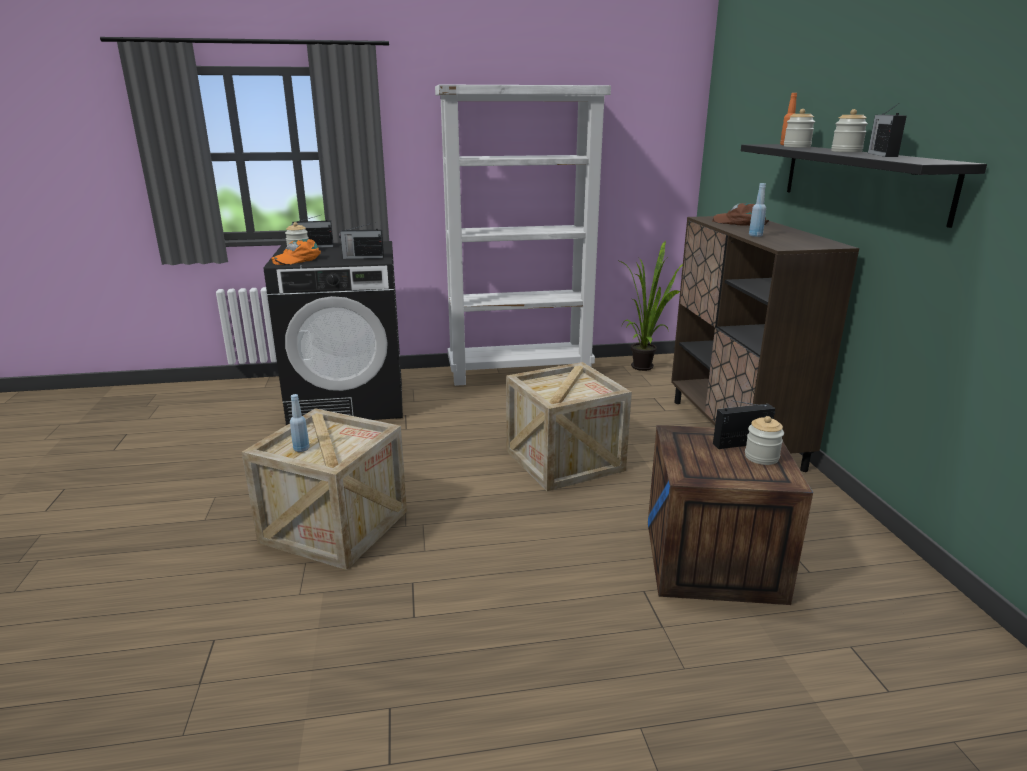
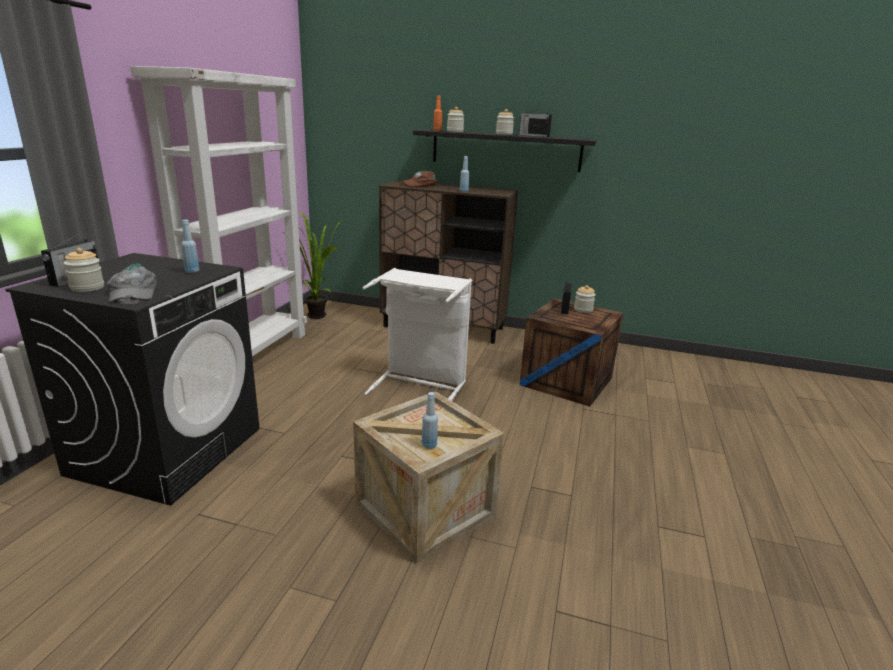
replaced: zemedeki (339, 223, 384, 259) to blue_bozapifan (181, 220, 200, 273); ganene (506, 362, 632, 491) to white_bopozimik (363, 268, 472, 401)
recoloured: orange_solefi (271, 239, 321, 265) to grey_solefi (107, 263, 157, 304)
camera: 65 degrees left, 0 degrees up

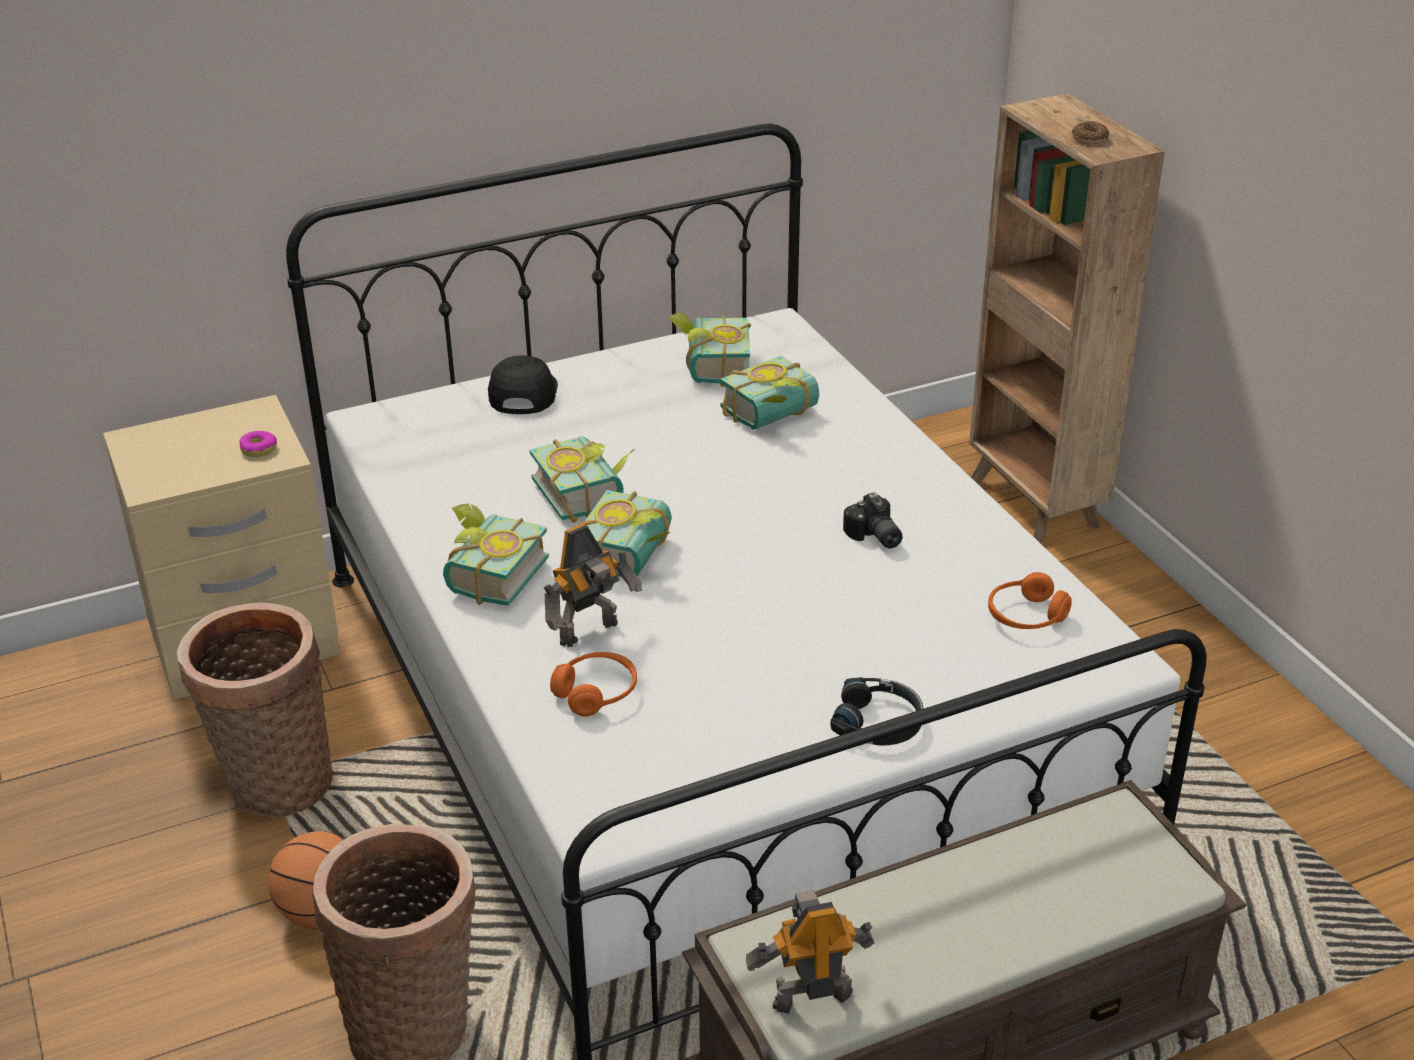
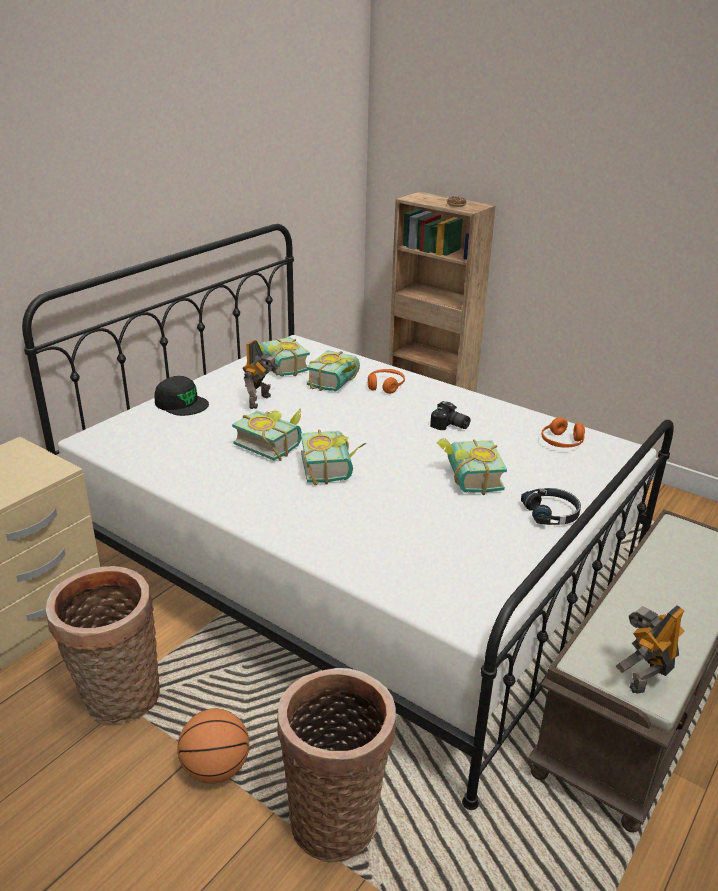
removed: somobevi (239, 431, 277, 457)
moved: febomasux (544, 523, 642, 647) to (242, 340, 282, 409); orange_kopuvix (550, 652, 637, 716) to (368, 369, 405, 394); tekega (443, 503, 549, 606) to (437, 438, 507, 495)
turned: black_solefi (488, 355, 558, 414) = (154, 376, 209, 416) 150 degrees clockwise
camera: 30 degrees left, 5 degrees down

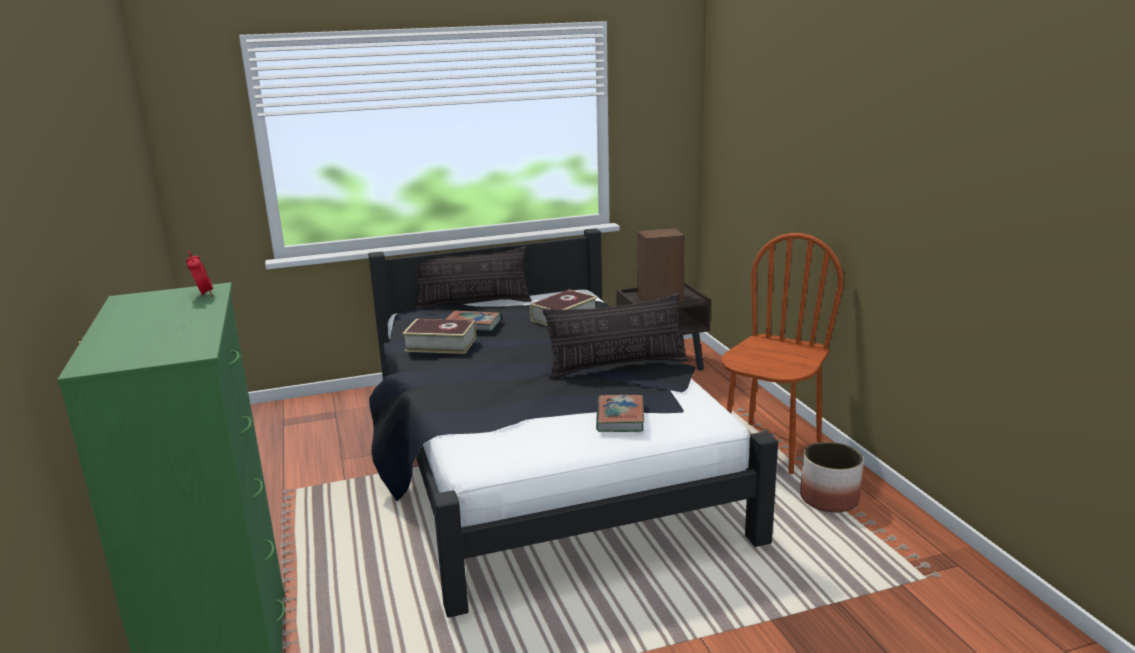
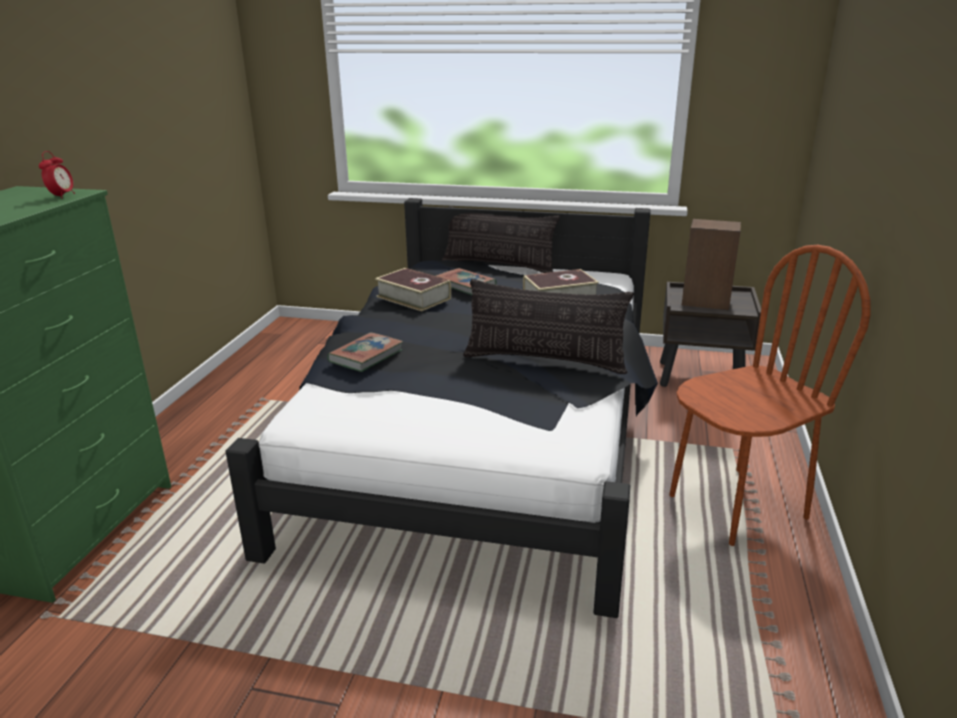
removed: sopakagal (800, 442, 863, 512)
moved: tekega (596, 395, 644, 432) to (327, 332, 403, 372)
camera: 30 degrees right, 5 degrees up

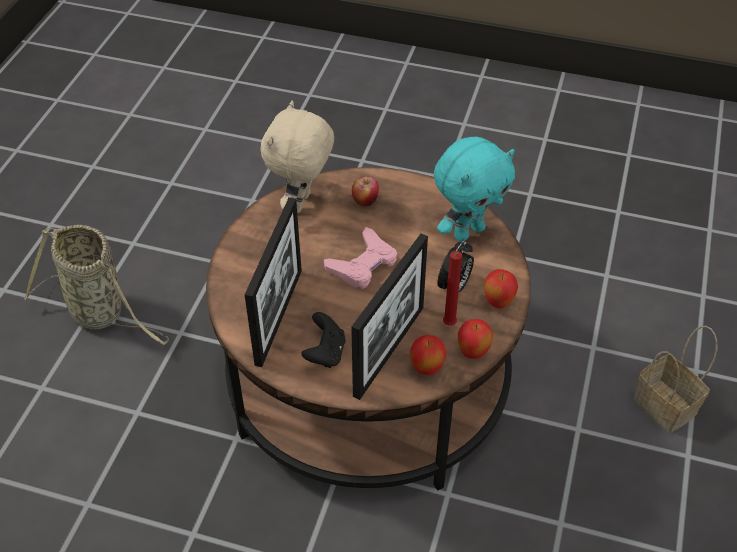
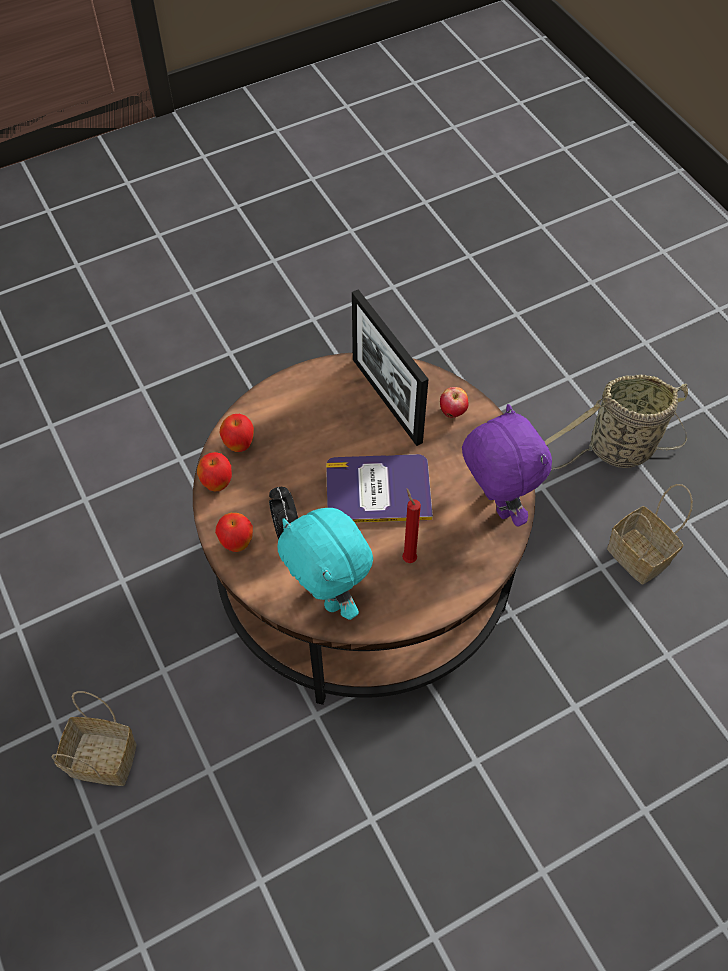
removed: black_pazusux (302, 312, 346, 368); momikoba (351, 234, 428, 400)
added: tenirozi (607, 484, 693, 584)
moved: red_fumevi (443, 251, 462, 326) to (402, 488, 421, 563); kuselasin (352, 176, 379, 207) to (440, 387, 469, 418)
replaced: pink_pazusux (324, 227, 397, 289) to tekega (326, 454, 433, 523)
recoloured: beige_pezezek (260, 101, 334, 213) to purple_pezezek (462, 404, 552, 527)
turned: turquoise_pezezek (434, 137, 515, 242) = (278, 508, 373, 620) 45 degrees counterclockwise
camera: 135 degrees right, 10 degrees up

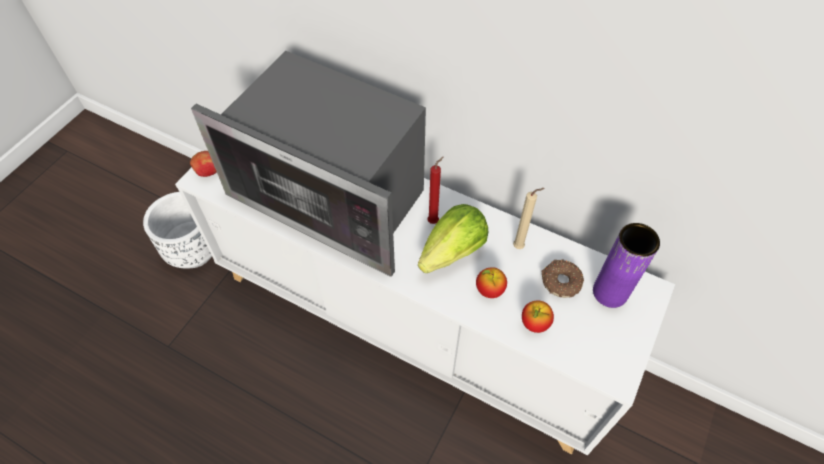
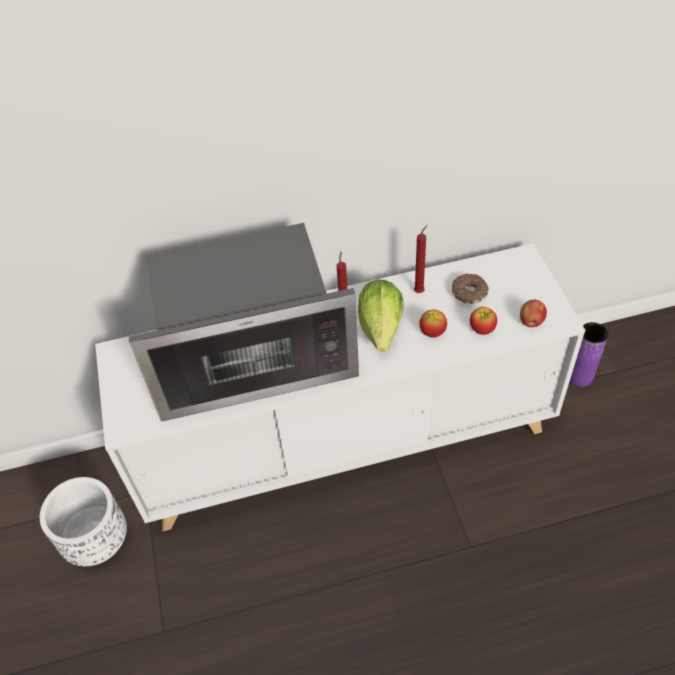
moved: kuselasin (190, 151, 217, 177) to (520, 300, 547, 327); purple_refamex (593, 223, 660, 308) to (570, 322, 608, 387)
recoloured: beige_fumevi (513, 188, 545, 249) to red_fumevi (414, 225, 428, 293)
camera: 40 degrees left, 5 degrees down

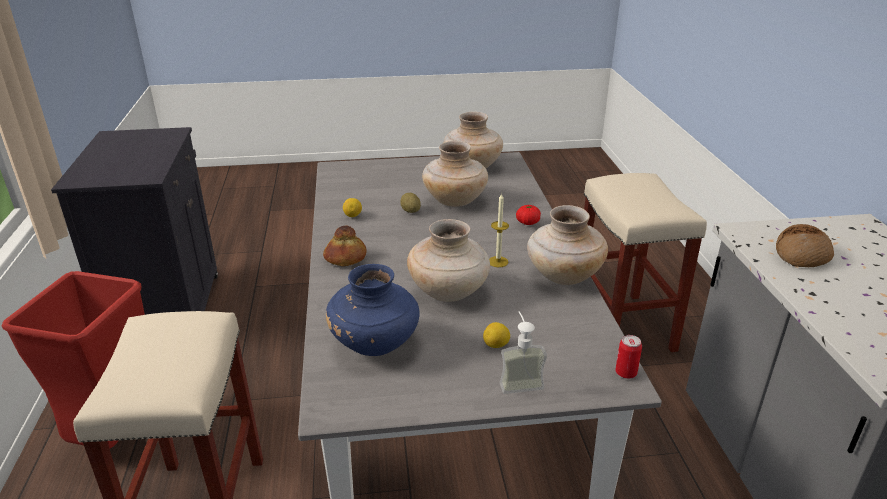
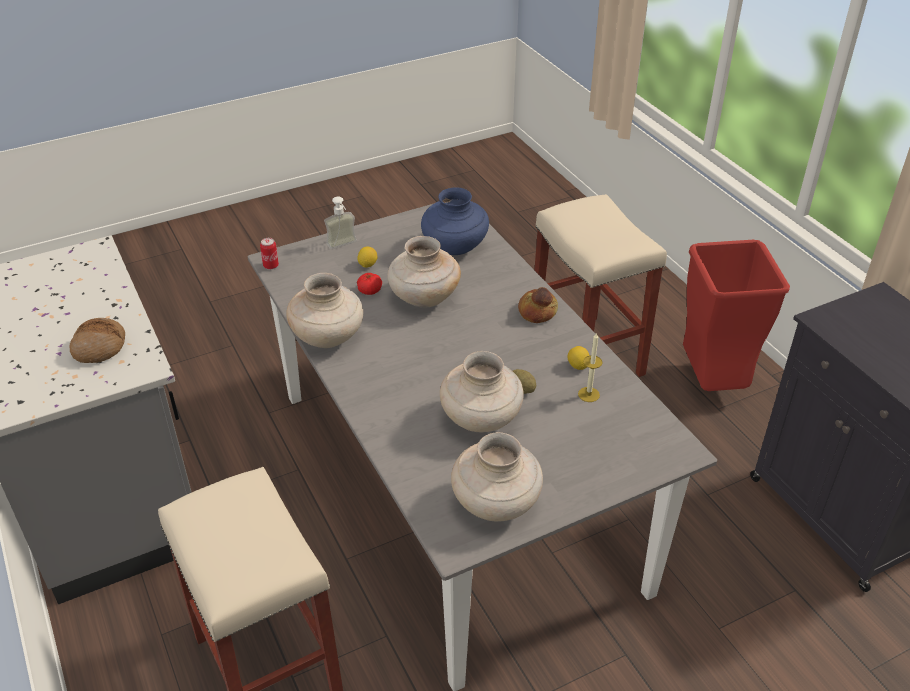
moved: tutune (516, 205, 541, 225) to (357, 273, 382, 295); fumevi (489, 193, 509, 267) to (578, 332, 603, 402)
camera: 160 degrees right, 10 degrees up

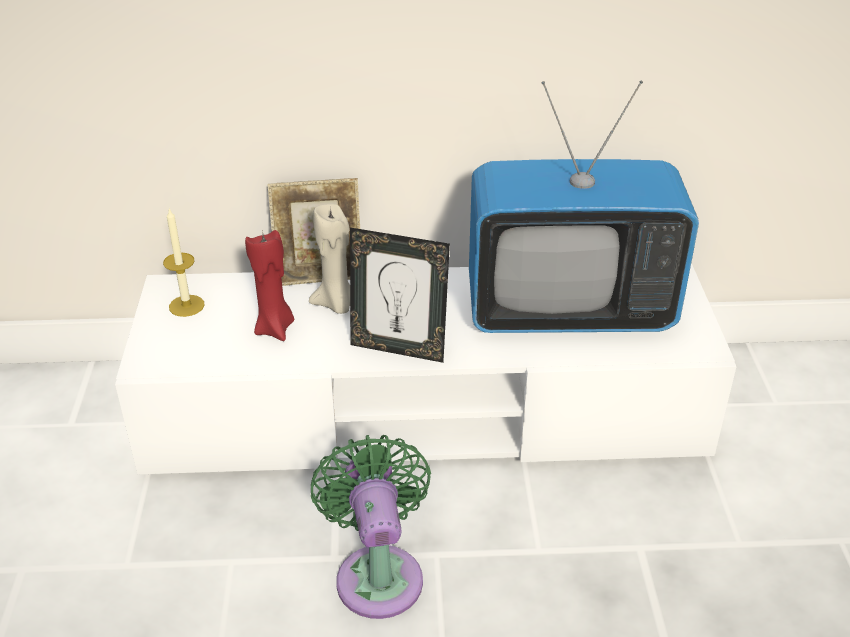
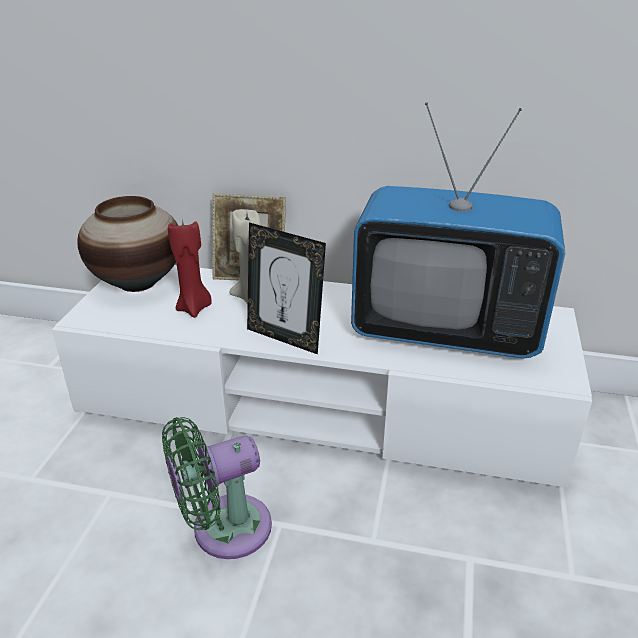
replaced: fumevi (163, 208, 205, 317) to refamex (77, 196, 178, 292)
turned: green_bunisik (311, 435, 431, 619) = (162, 417, 272, 559) 120 degrees counterclockwise
camera: 15 degrees right, 5 degrees down

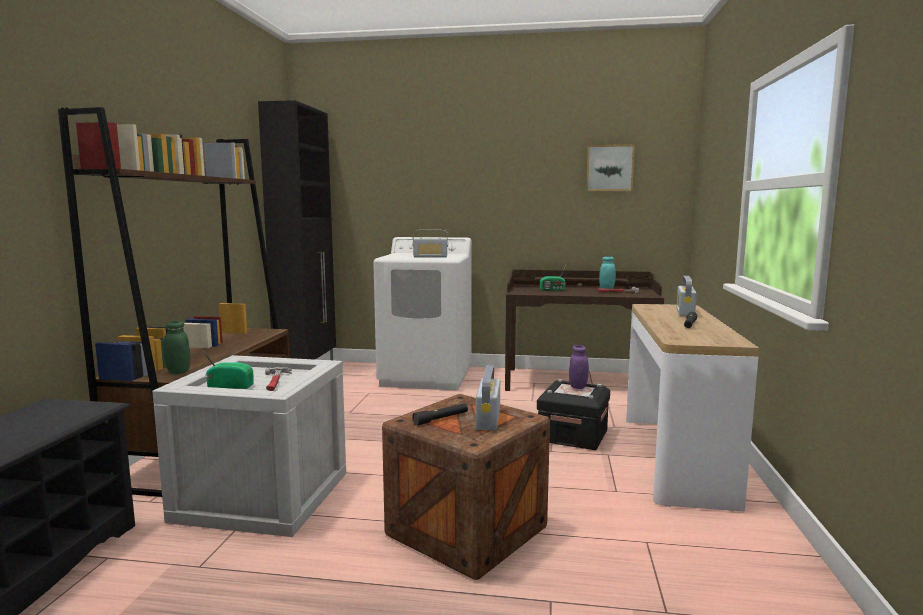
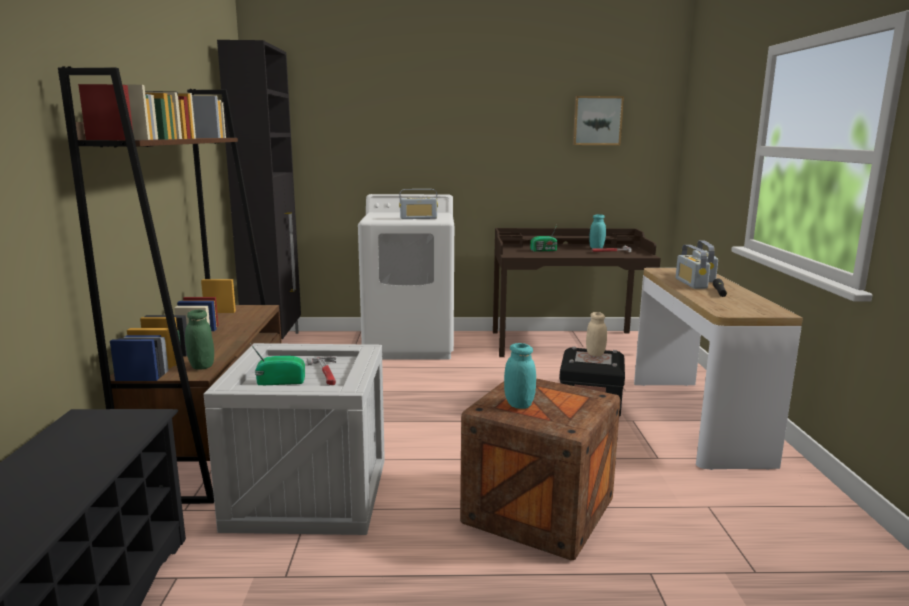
moved: zemedeki (476, 365, 500, 431) to (676, 245, 710, 289)
replaced: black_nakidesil (412, 403, 468, 426) to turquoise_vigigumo (504, 343, 536, 409)
recoloured: purple_vigigumo (569, 345, 589, 389) to beige_vigigumo (586, 312, 607, 356)
camera: 10 degrees left, 5 degrees up

